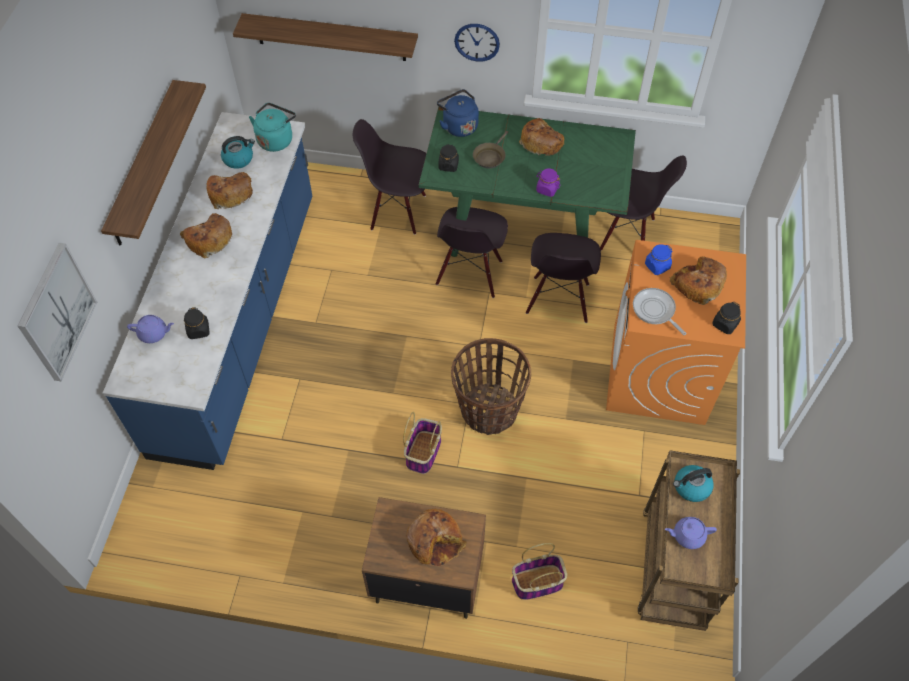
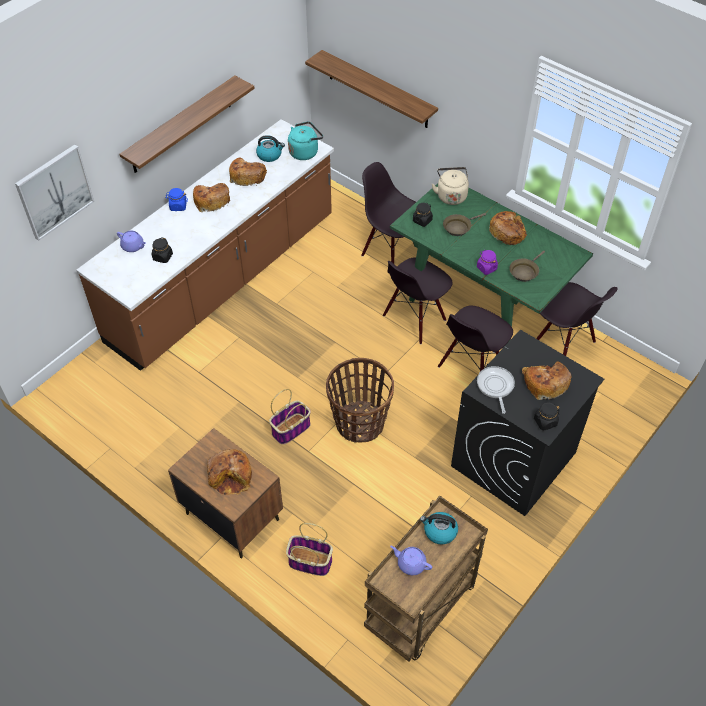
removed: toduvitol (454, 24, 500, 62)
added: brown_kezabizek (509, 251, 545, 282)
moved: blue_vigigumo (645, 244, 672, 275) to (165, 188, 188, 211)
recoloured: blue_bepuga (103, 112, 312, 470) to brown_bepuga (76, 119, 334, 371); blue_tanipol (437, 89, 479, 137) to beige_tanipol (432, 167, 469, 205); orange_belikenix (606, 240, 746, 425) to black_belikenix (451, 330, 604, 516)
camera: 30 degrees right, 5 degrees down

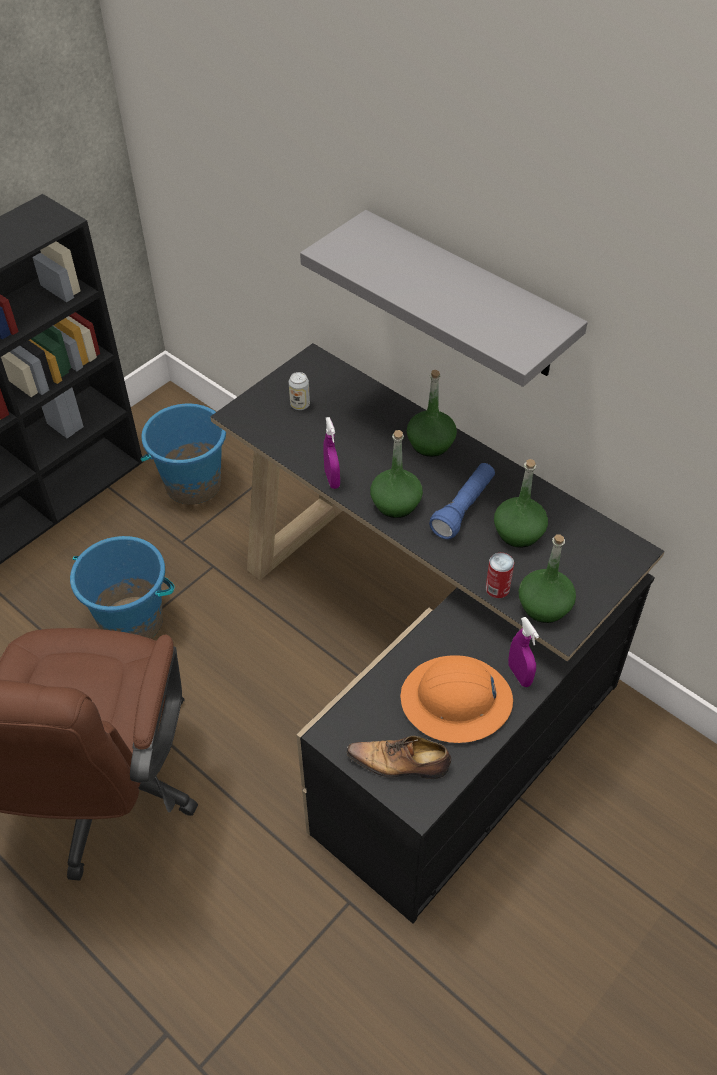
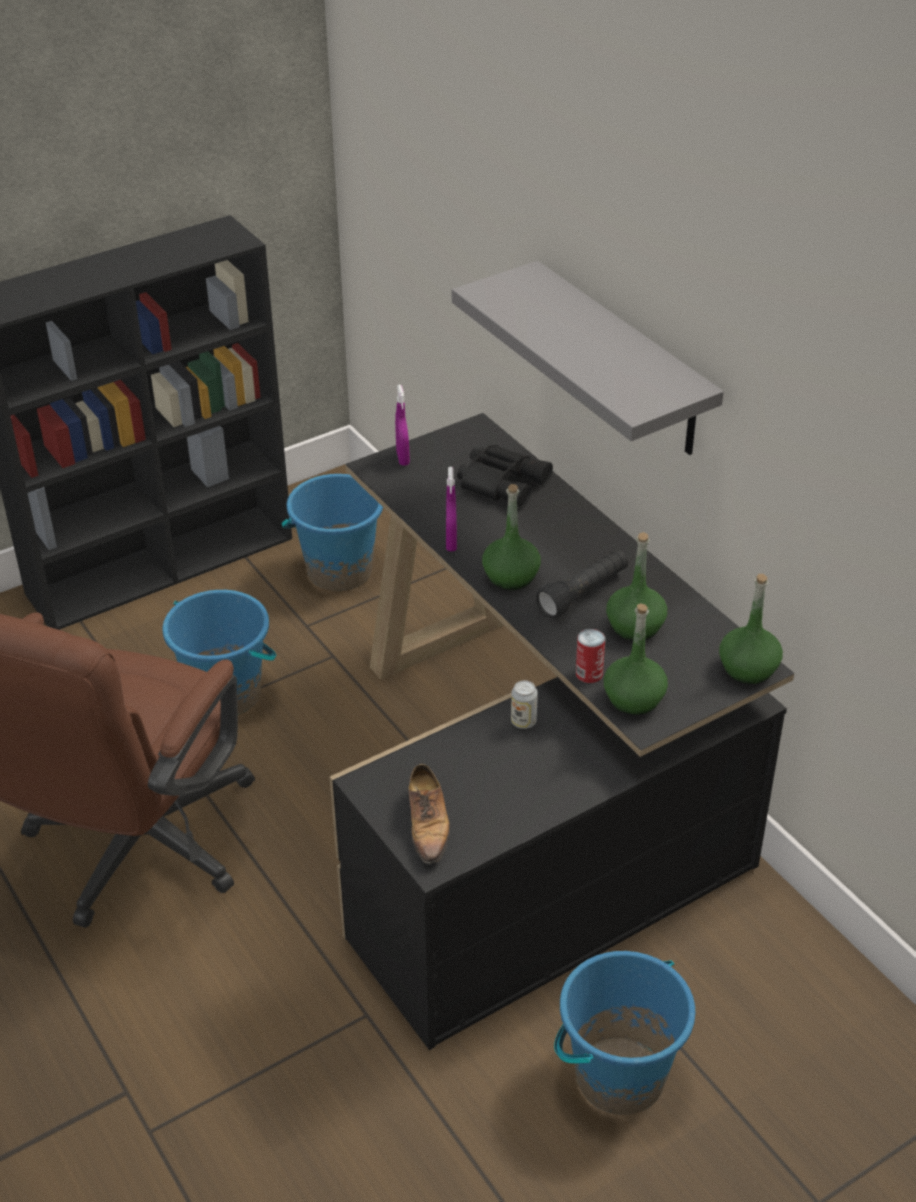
removed: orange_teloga (400, 655, 513, 743)
added: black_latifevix (457, 445, 553, 508); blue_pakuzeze (554, 951, 695, 1115)
moved: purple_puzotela (508, 617, 539, 687) to (395, 385, 410, 466); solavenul (289, 372, 310, 410) to (511, 680, 538, 729); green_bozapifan (407, 370, 457, 457) to (719, 574, 783, 684)
recoloured: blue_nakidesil (429, 463, 495, 539) to black_nakidesil (536, 549, 628, 618)
turned: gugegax (347, 736, 451, 779) = (409, 764, 450, 866) 120 degrees counterclockwise
camera: 15 degrees right, 10 degrees down

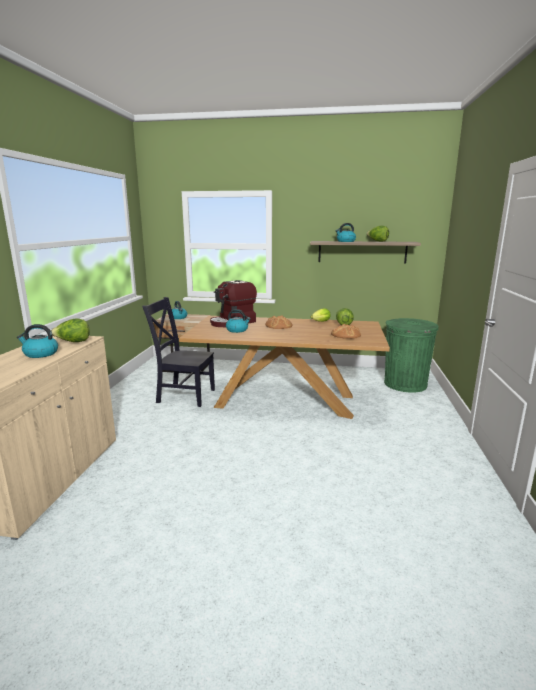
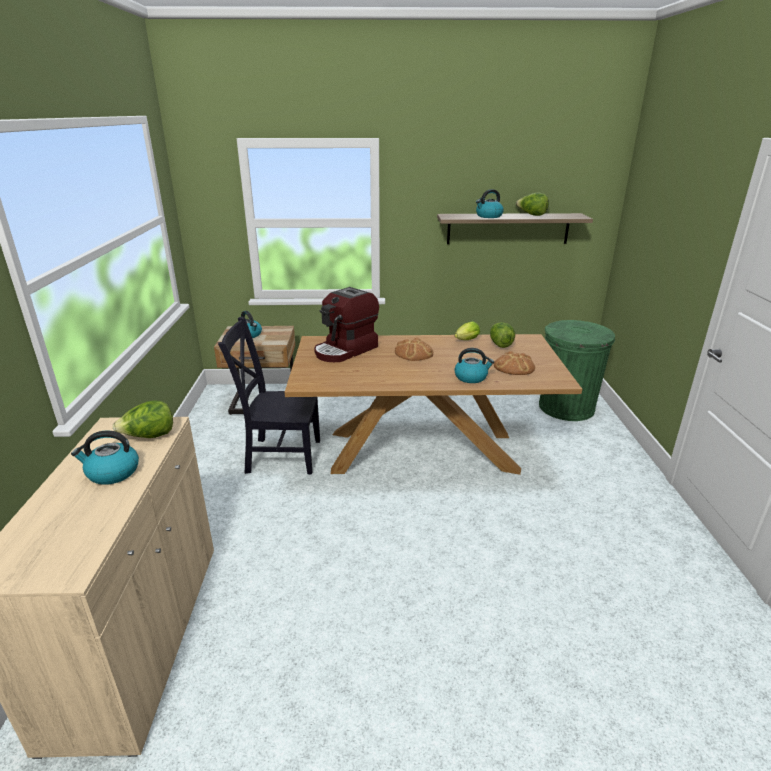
moved: tanipol (226, 309, 251, 333) to (454, 348, 494, 383)
camera: 10 degrees left, 10 degrees up

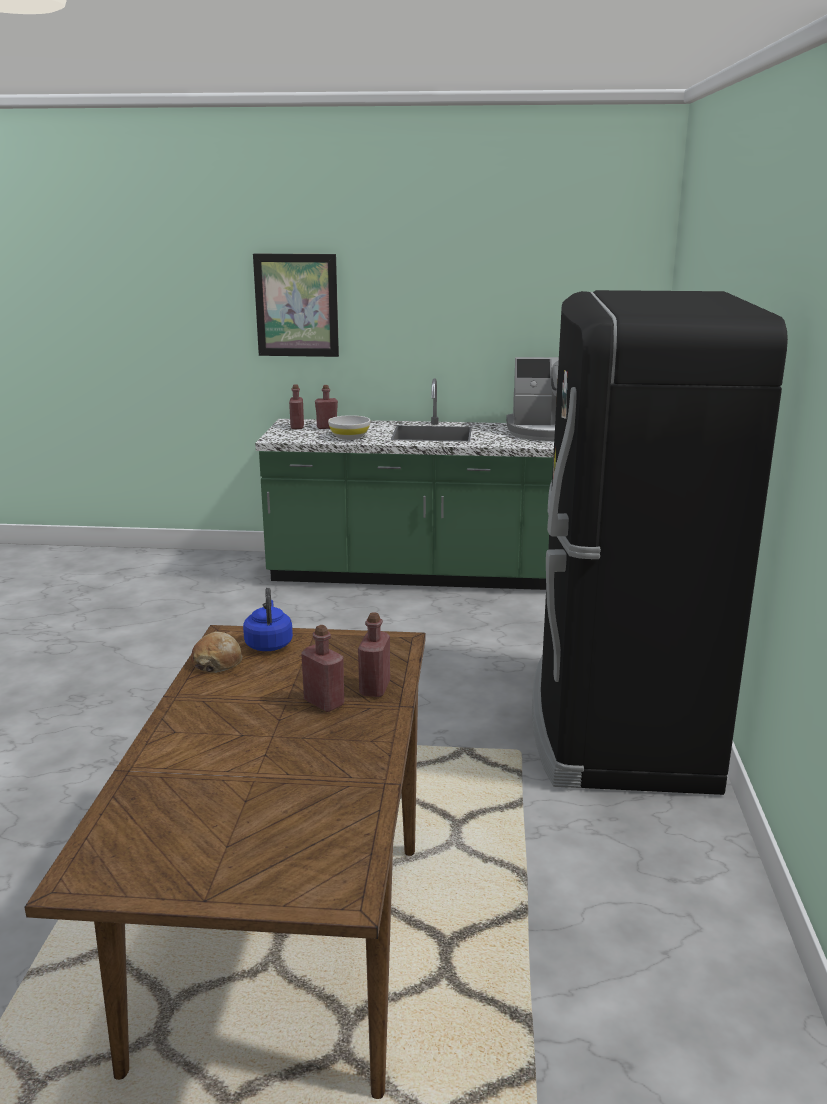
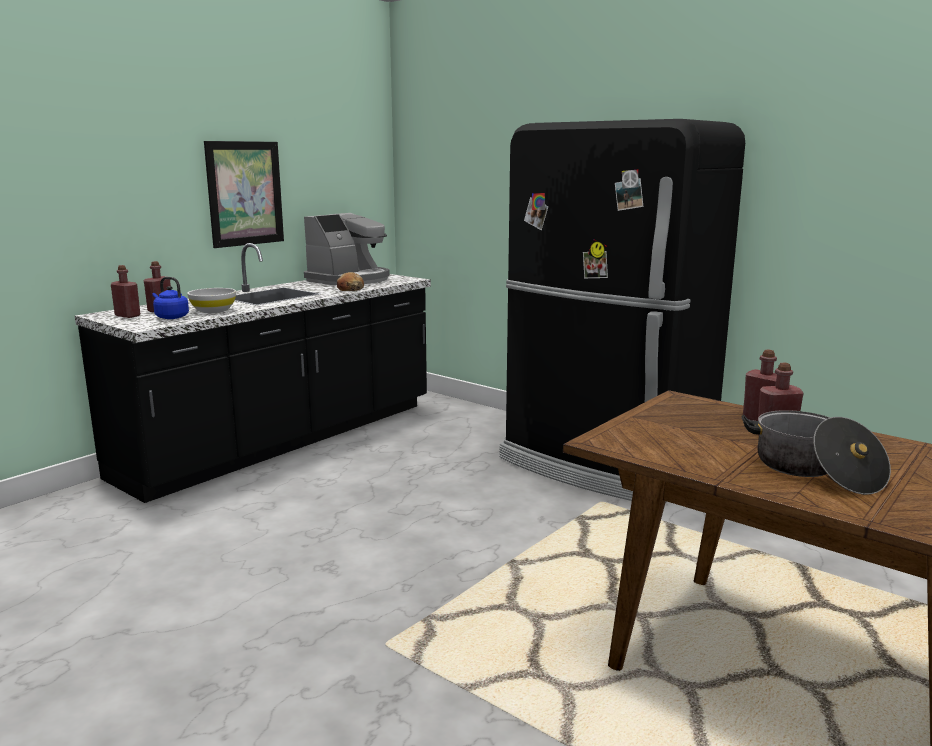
added: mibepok (742, 410, 891, 495)
moved: blue_tanipol (243, 587, 293, 651) to (152, 277, 189, 319); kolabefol (253, 254, 339, 357) to (204, 141, 284, 248); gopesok (191, 631, 243, 673) to (337, 272, 364, 291)
recoloured: green_bepuga (255, 378, 554, 590) to black_bepuga (75, 243, 431, 503)
camera: 55 degrees left, 5 degrees down

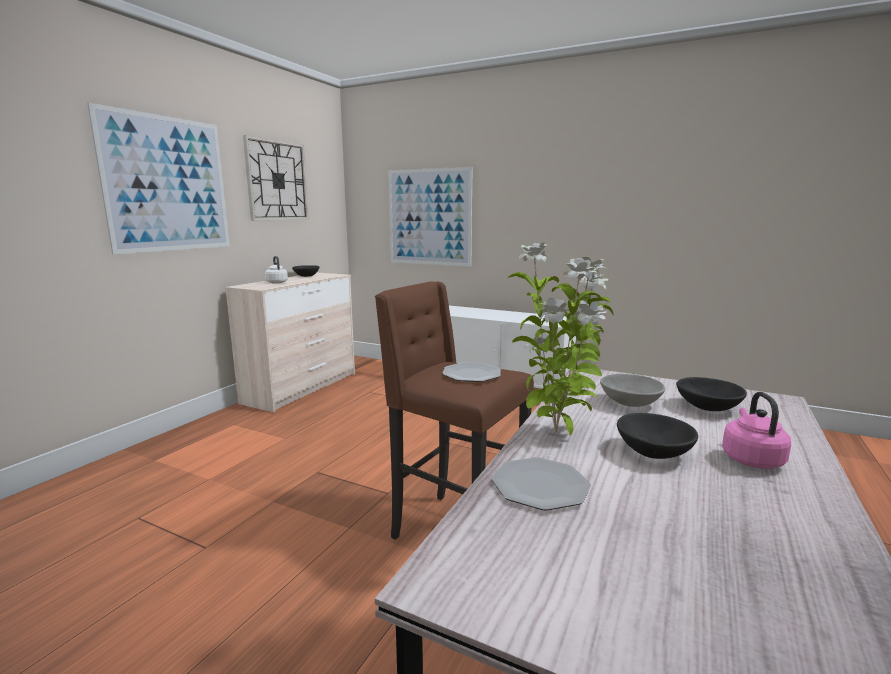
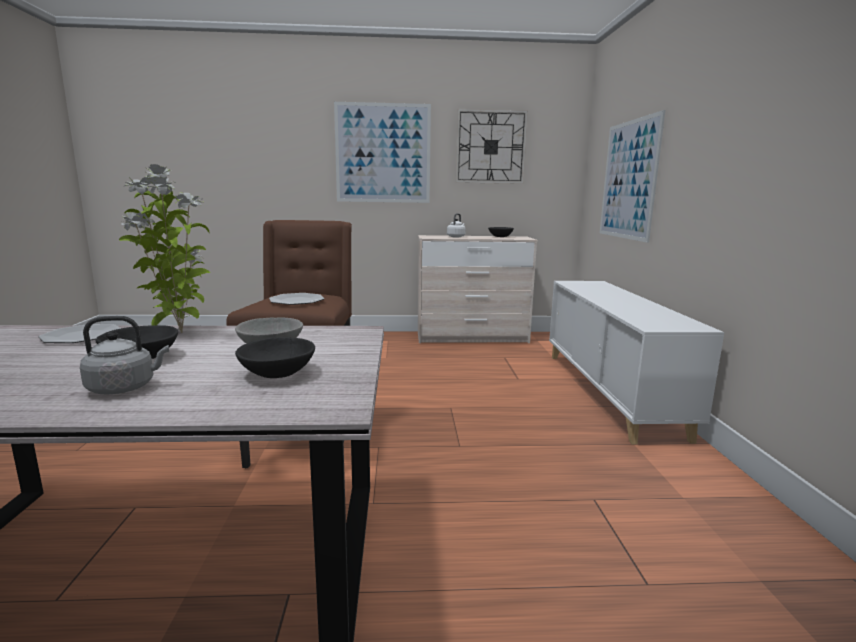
recoloured: pink_tanipol (722, 392, 791, 469) to grey_tanipol (80, 316, 169, 394)
camera: 60 degrees right, 0 degrees up

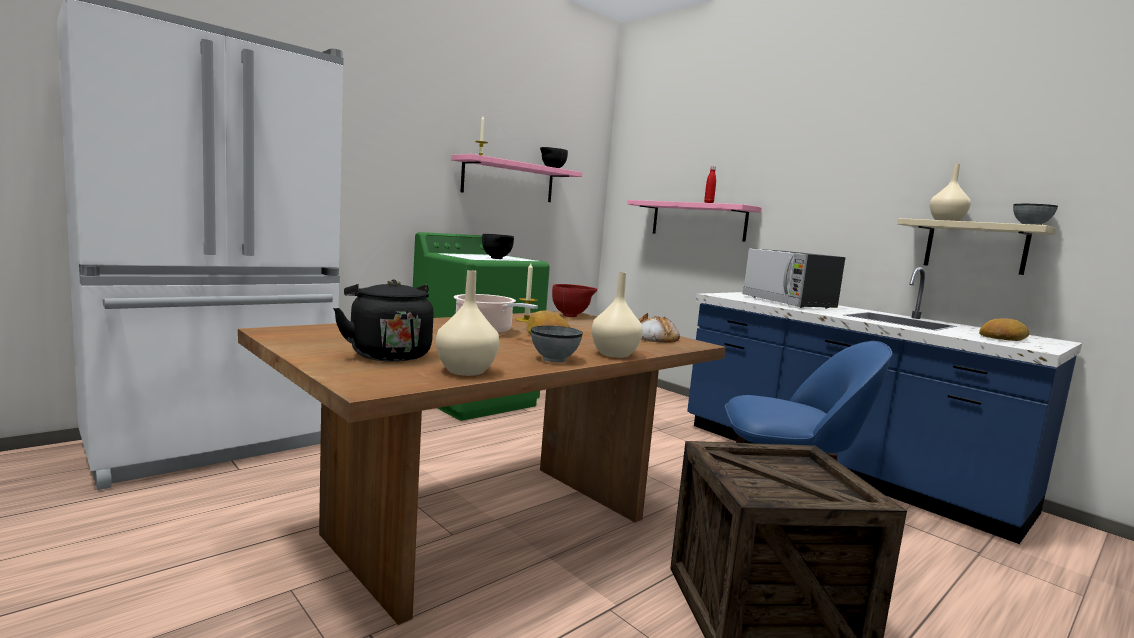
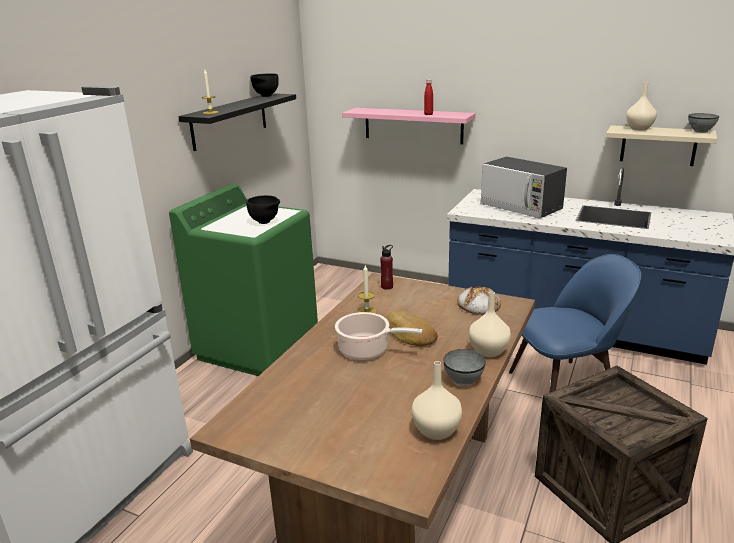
removed: black_tanipol (333, 279, 434, 361); gopesok (979, 318, 1029, 341)
replaced: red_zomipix (552, 284, 597, 317) to red_bozapifan (380, 245, 393, 290)
recoloured: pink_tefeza (451, 154, 582, 202) to black_tefeza (178, 93, 296, 151)
camera: 20 degrees left, 15 degrees up

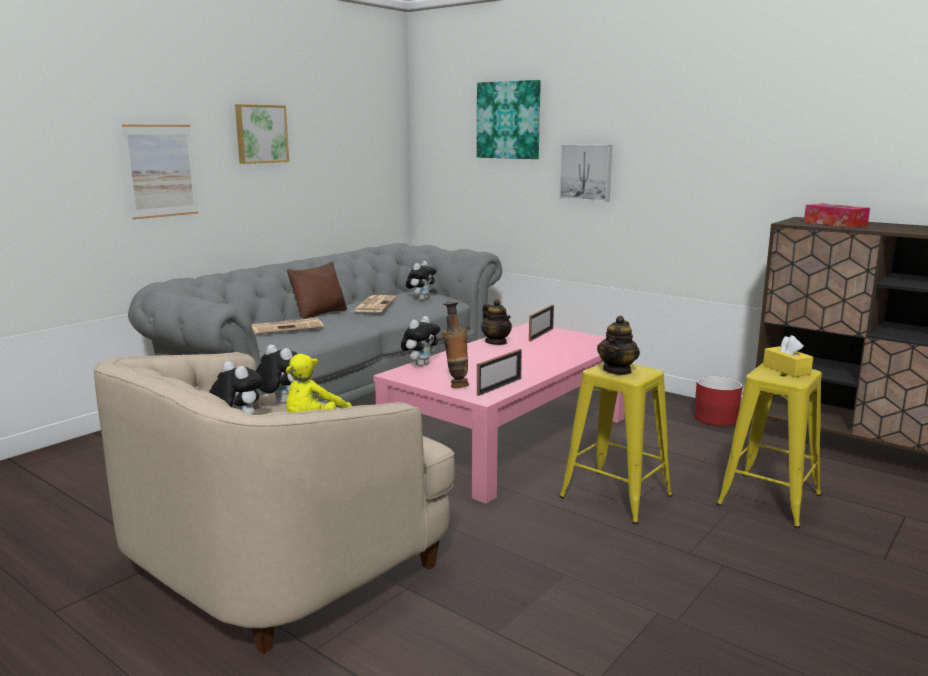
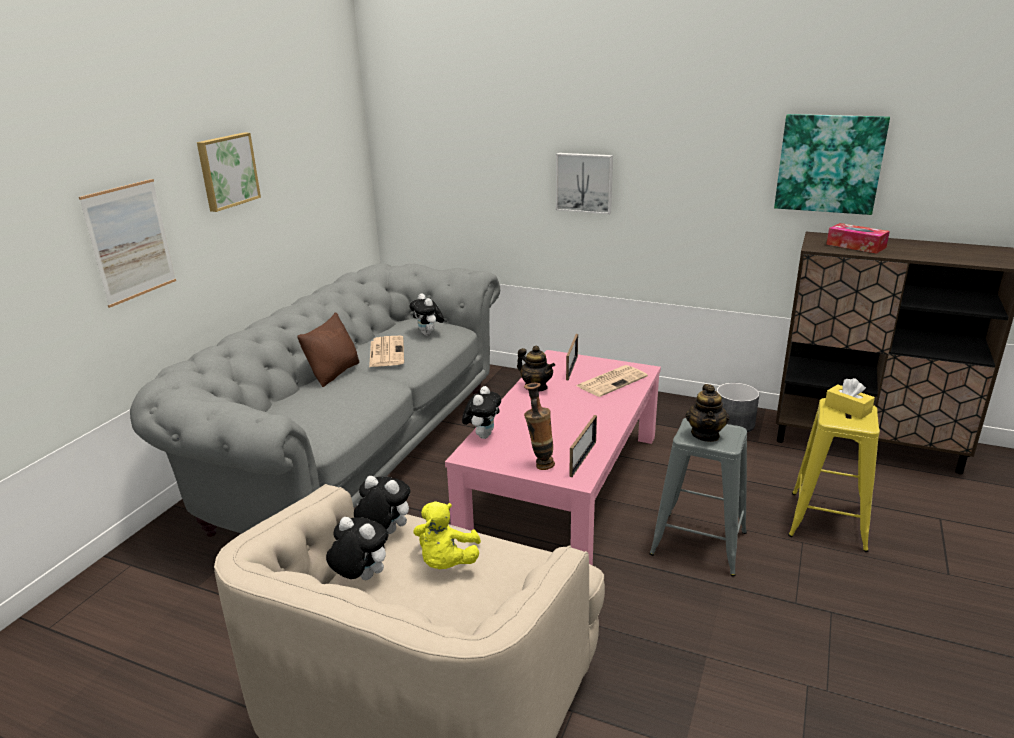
moved: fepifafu (251, 318, 324, 334) to (576, 365, 648, 397); kolabefol (477, 80, 541, 159) to (774, 114, 890, 215)
recoloured: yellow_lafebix (559, 362, 672, 524) to grey_lafebix (649, 418, 747, 577); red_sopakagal (694, 376, 742, 426) to grey_sopakagal (716, 383, 759, 432)
turned: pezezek (406, 261, 436, 300) = (409, 293, 444, 336) 135 degrees clockwise
camera: 15 degrees left, 10 degrees up

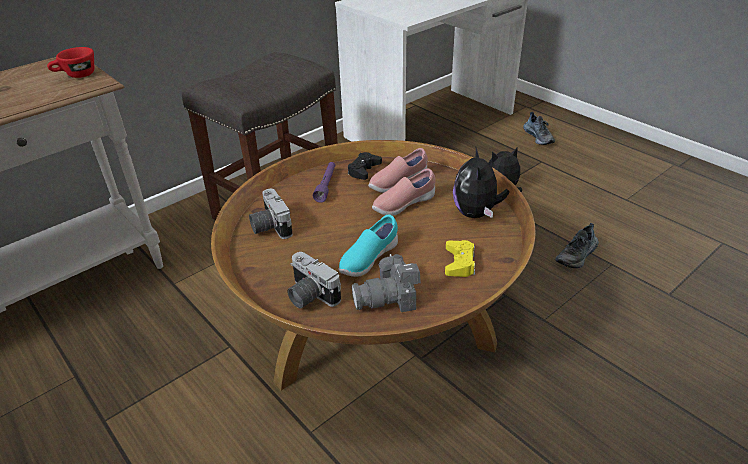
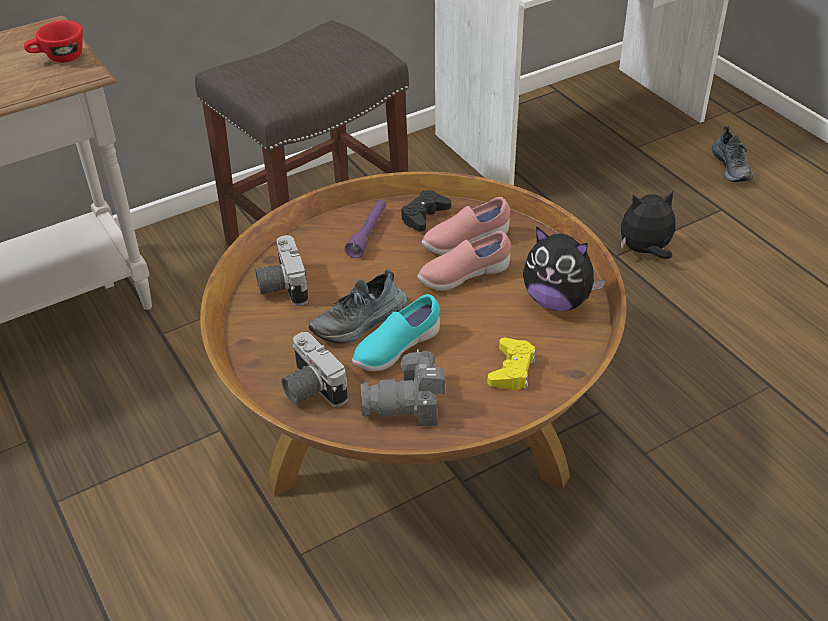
moved: gugegax (555, 223, 599, 268) to (308, 269, 407, 343)
turned: pezezek (453, 146, 509, 218) = (523, 226, 605, 311) 75 degrees counterclockwise
camera: 10 degrees right, 5 degrees up

